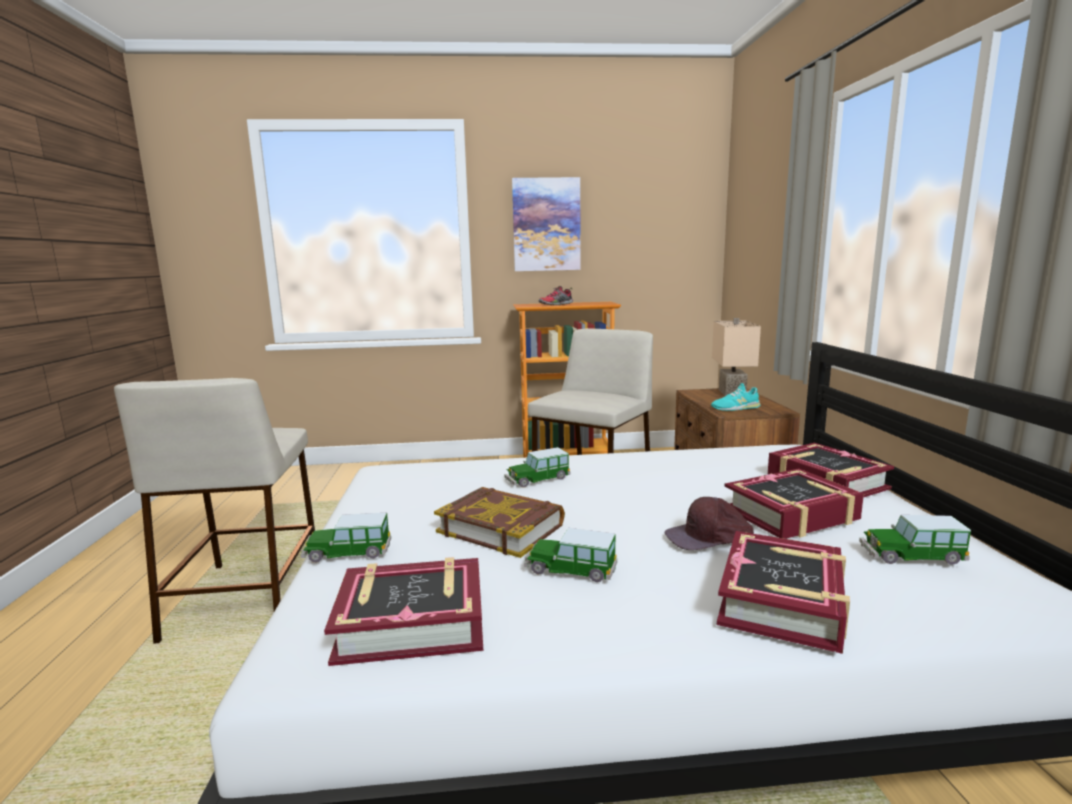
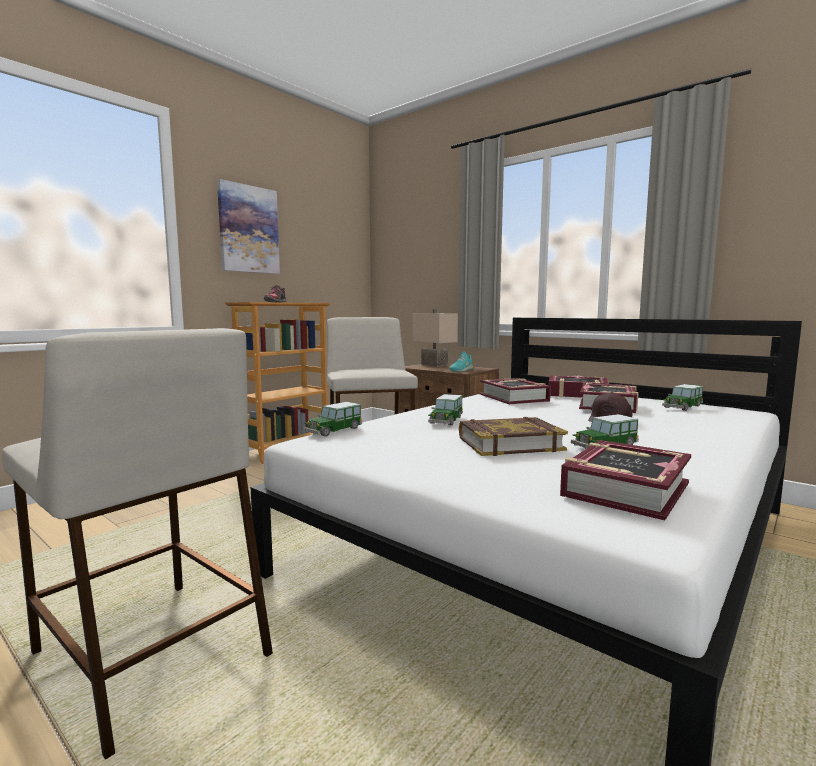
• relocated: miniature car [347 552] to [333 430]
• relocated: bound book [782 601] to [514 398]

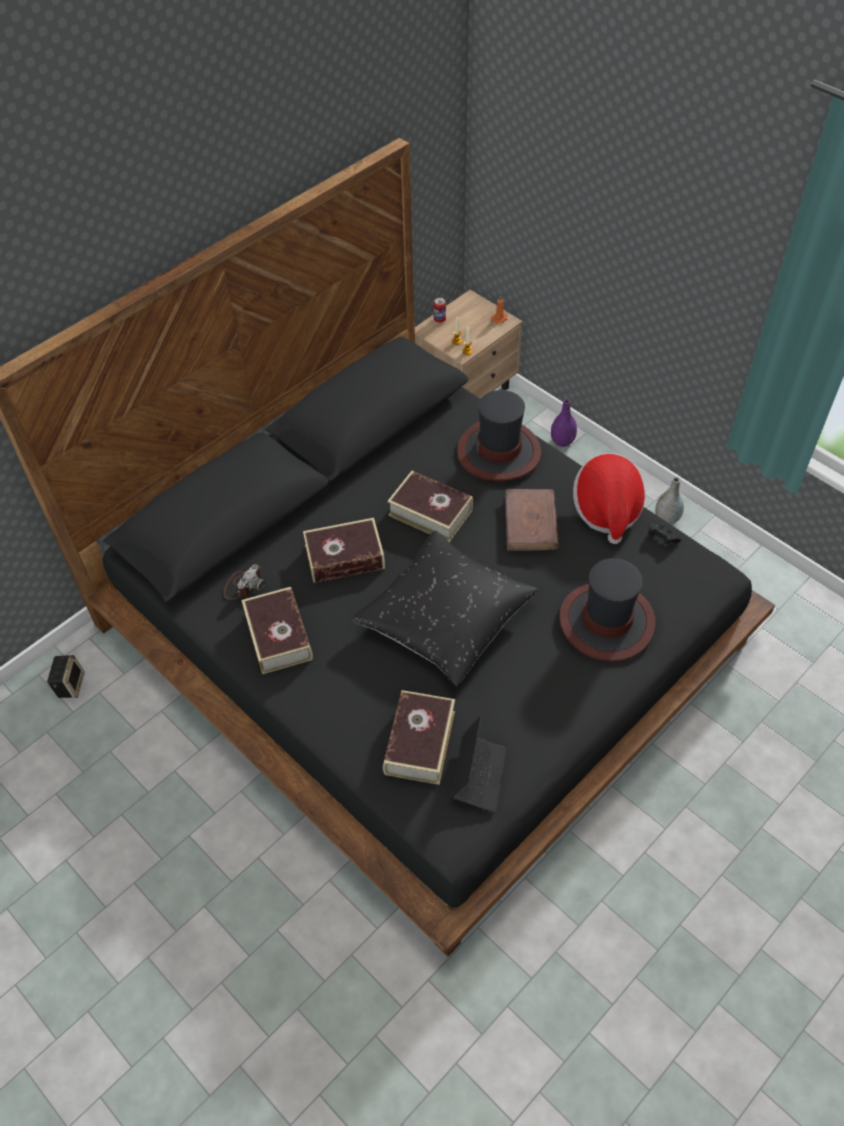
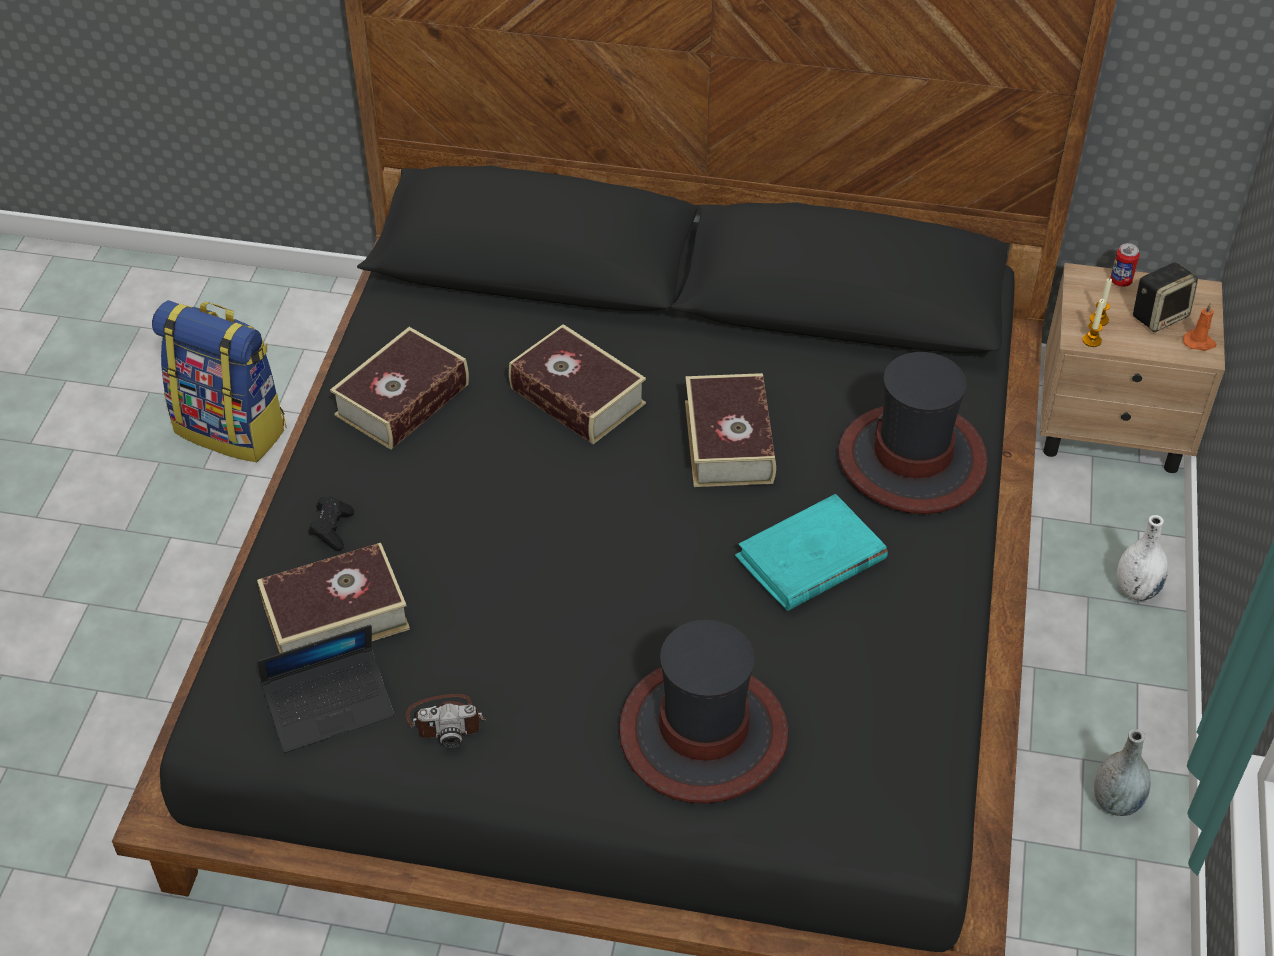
• relocated: loudspeaker [70 684] to [1159 315]
• relocated: still camera [243 585] to [446 720]
• missing: throw pillow (black-coloured) [445 618]
• colour: bound book (brown) [530 523] to bound book (turquoise) [810 558]
• colour: flower vase (purple-coloured) [562 441] to flower vase (whitish) [1136 590]
• missing: hat [606 510]
• relocated: joypad (black-coloured) [662 538] to [332 530]
• appeared: backpack [233 428]

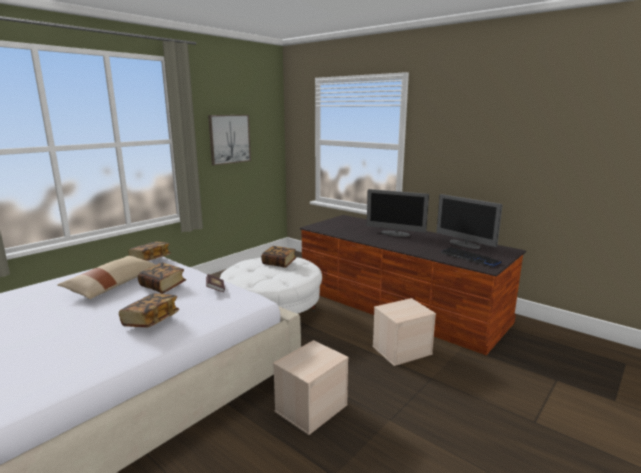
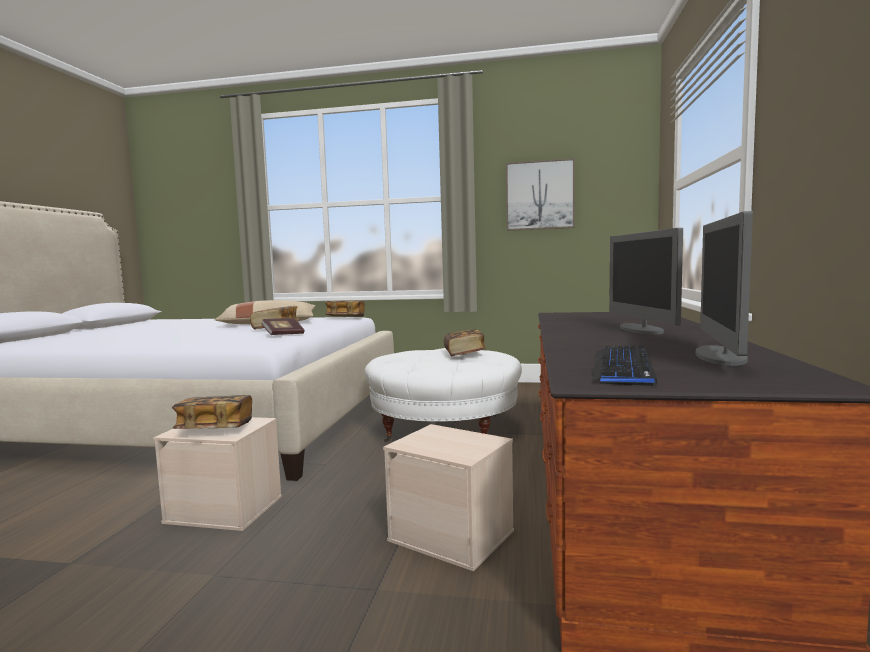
• relocated: bound book [151 321] to [215 428]

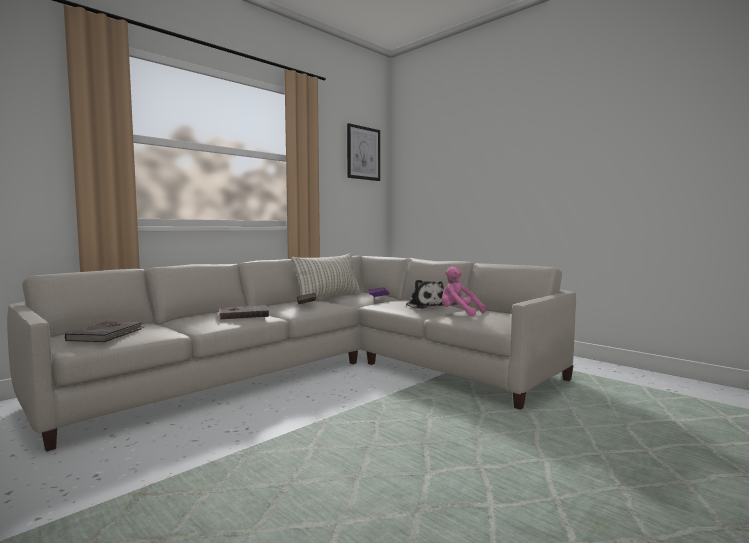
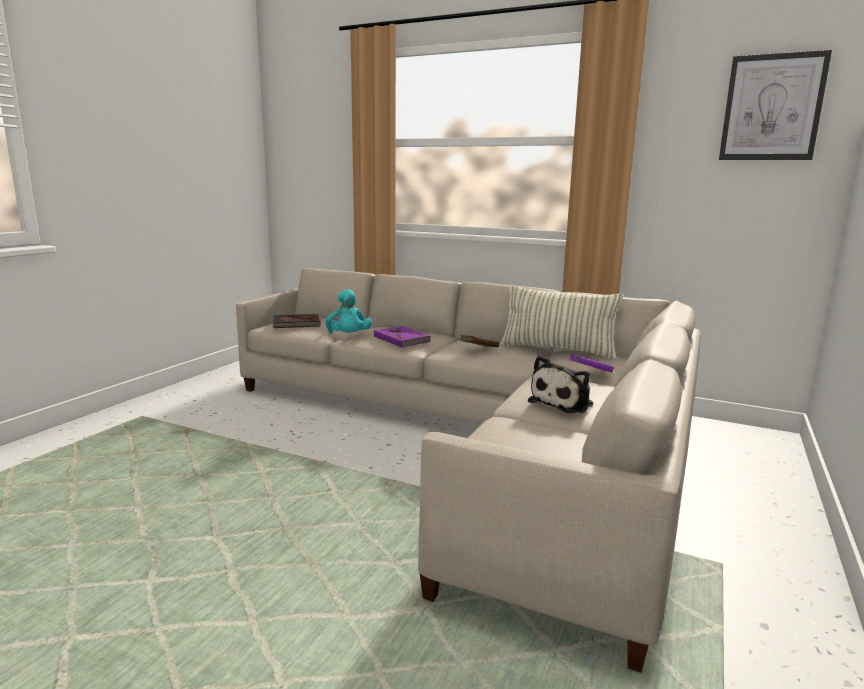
• colour: bound book (brown) [243 314] to bound book (purple-coloured) [402 339]
• missing: cuddly toy (pink) [459 313]
• appeared: cuddly toy (turquoise) [348 337]

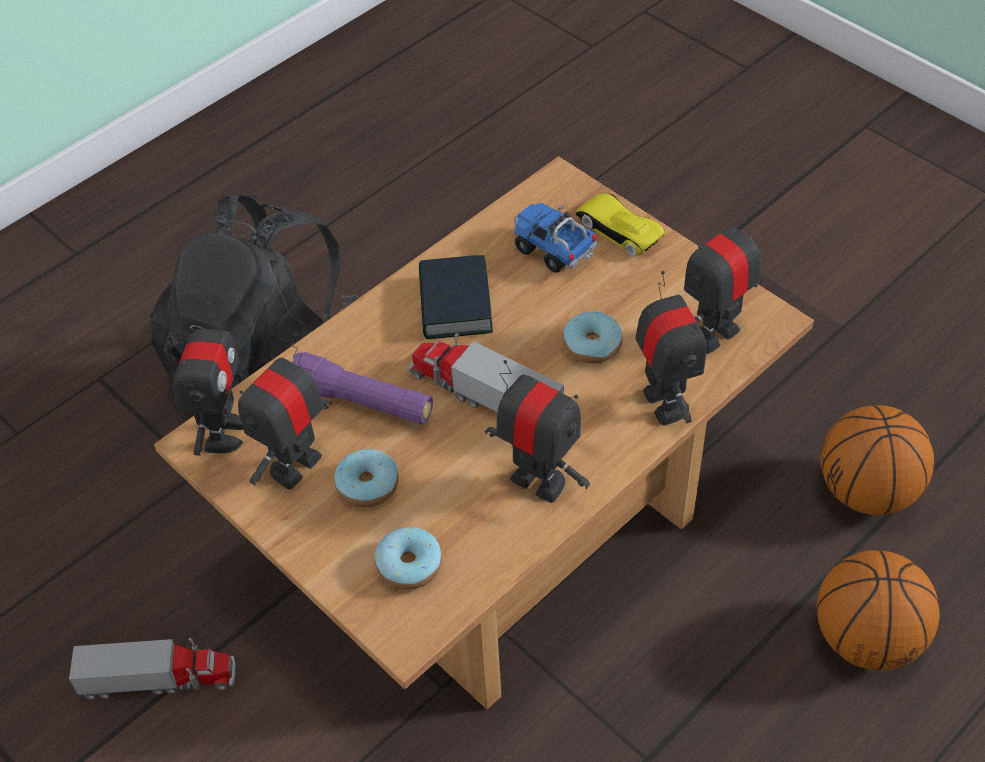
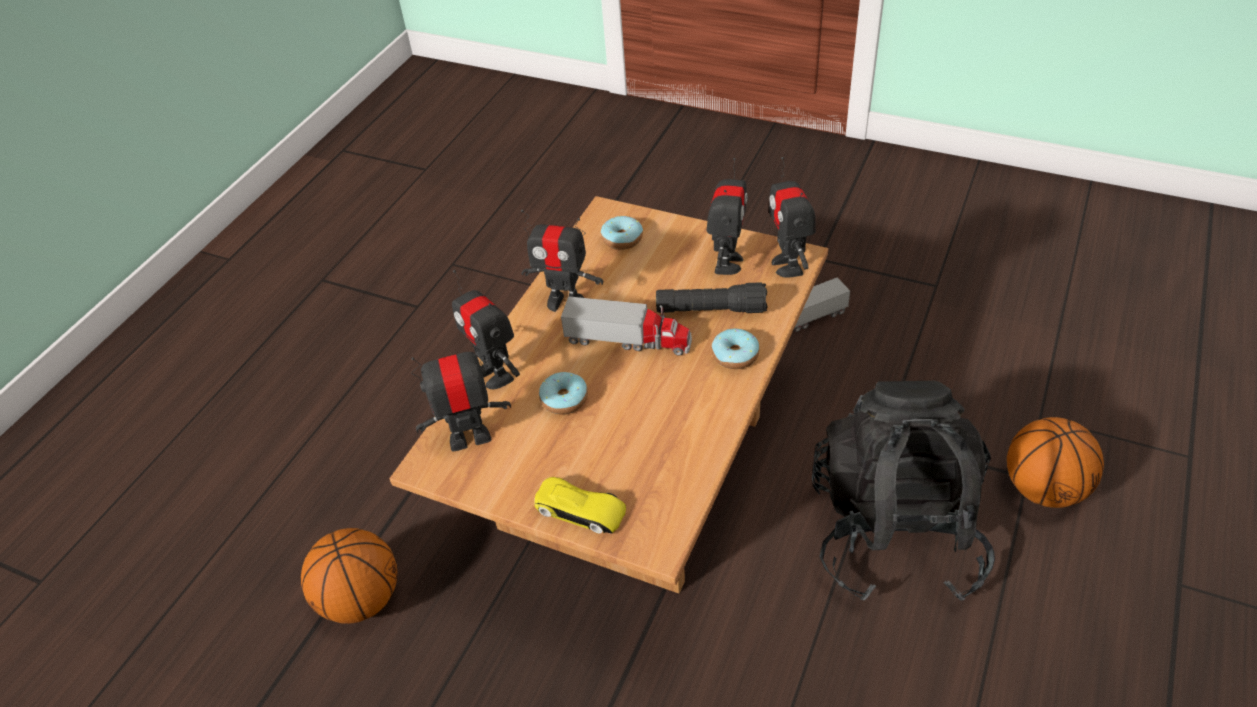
• colour: hand torch (purple-coloured) [362 402] to hand torch (black-coloured) [711 310]
• relocated: ring doughnut [368 485] to [735 355]
• missing: bound book [455 304]
• missing: toy lorry [553 250]
• spun: model robot [714 334] = [469 438] 135 degrees counterclockwise
• relocated: basketball ball [867 638] to [1043 489]

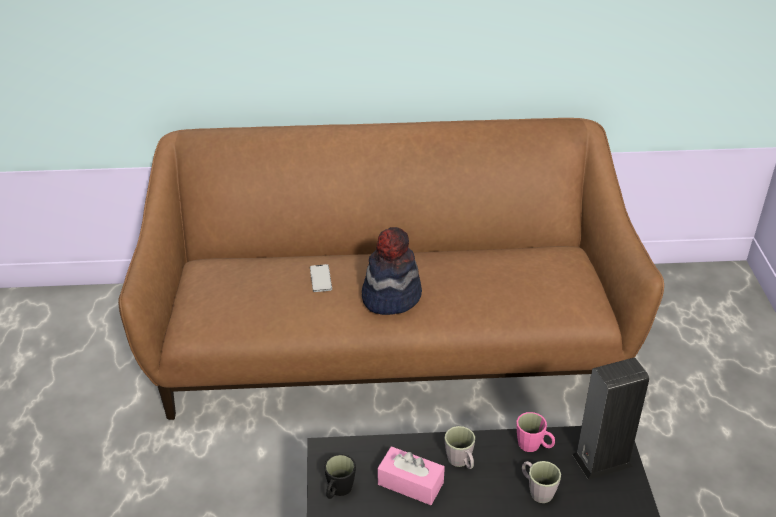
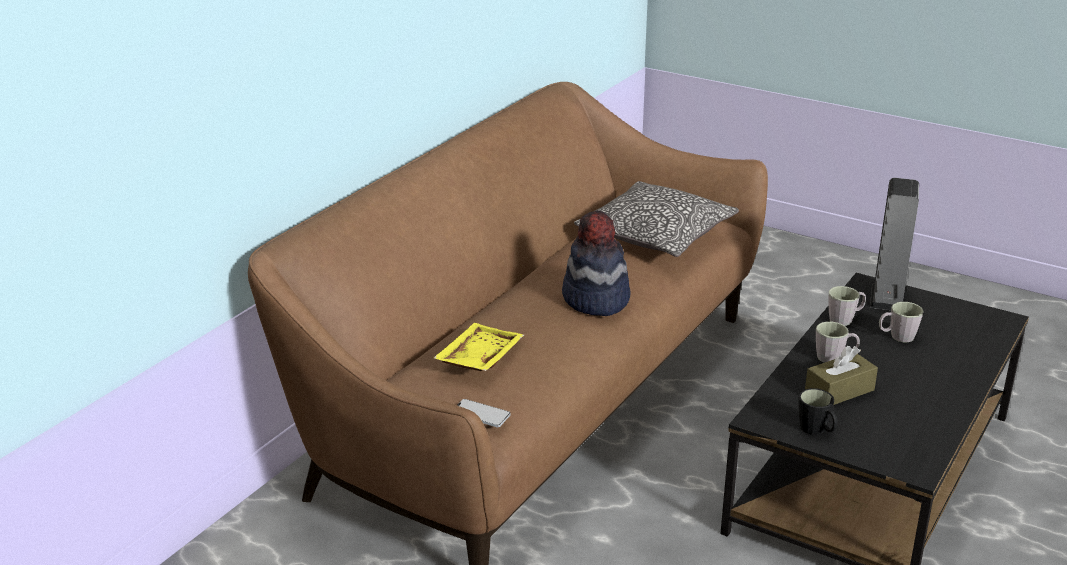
• relocated: handset [320 279] to [480 414]
• colour: box of tissues (pink) [410 483] to box of tissues (brown) [839 391]
• colour: tea mug (pink) [534 446] to tea mug (greyish) [845 319]
• appeared: serving tray (yellow-coloured) [478 358]
• appeared: throw pillow [656 235]

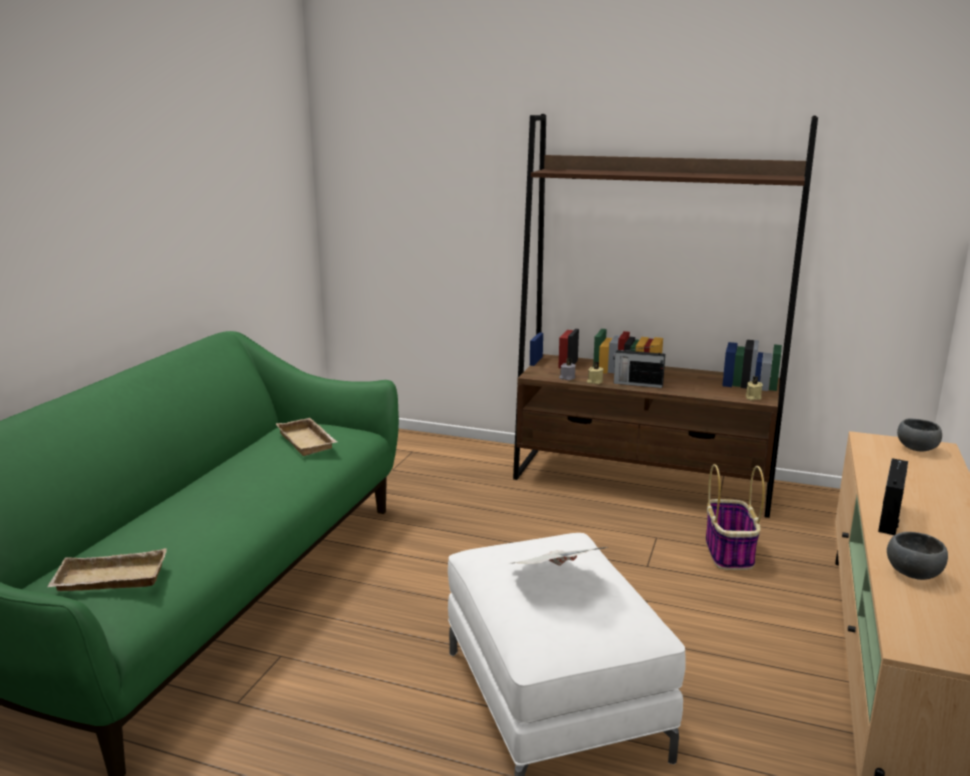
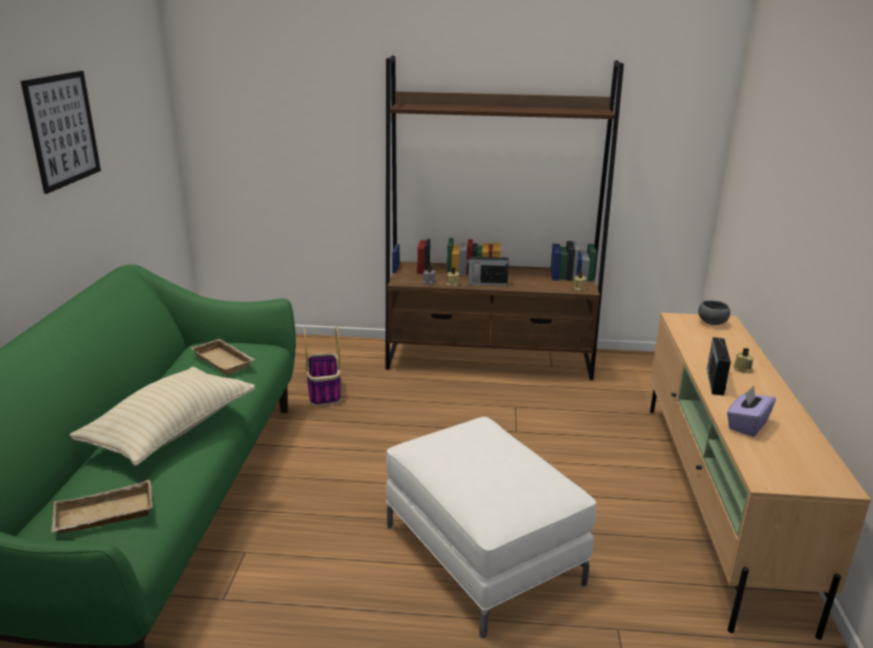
• missing: printed paper [556 579]
• relocated: household basket [729 553] to [324 393]
• exchanged: bowl (greyish) [913 574] to box of tissues (purple-coloured) [747 425]
• appeared: picture [63 130]
• appeared: throw pillow (beige-coloured) [171 430]
• appeared: wax candle (beige-coloured) [742 369]

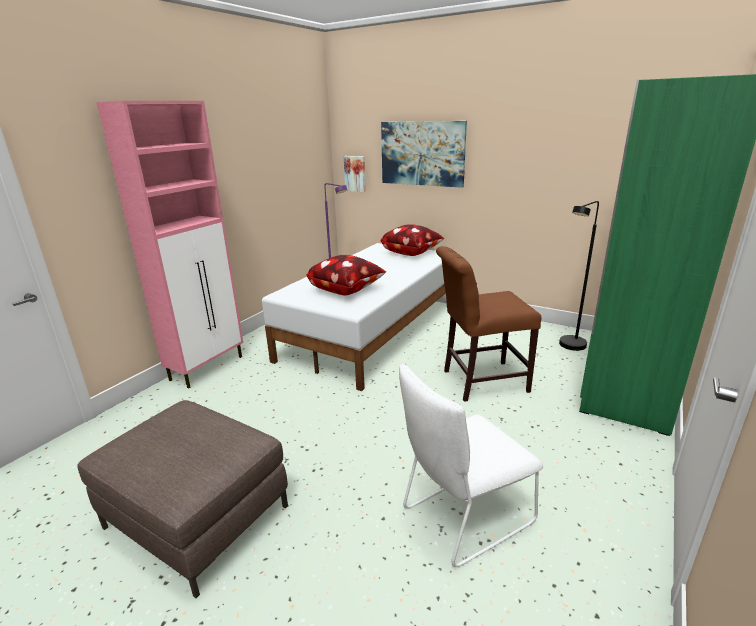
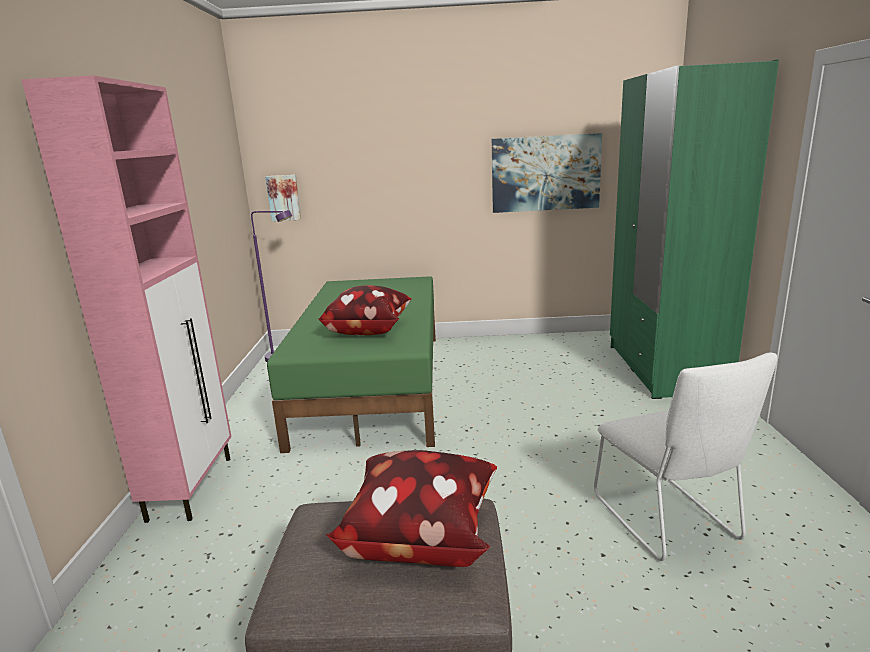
• colour: bed (whitish) [373 331] to bed (green) [375 384]
• relocated: throw pillow [411 253] to [420 536]
• relocated: picture [422 153] to [545 173]
• spun: upright chair (whitish) [463 518] = [668 521] 45 degrees counterclockwise
• missing: upright chair (brown) [480 381]
• missing: standard lamp (black-coloured) [569 347]

